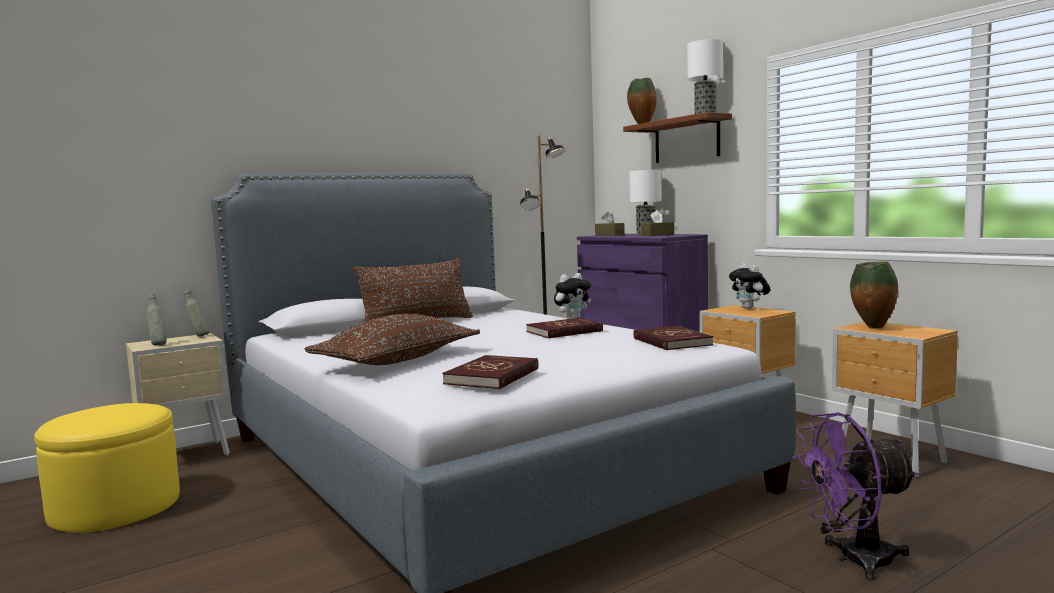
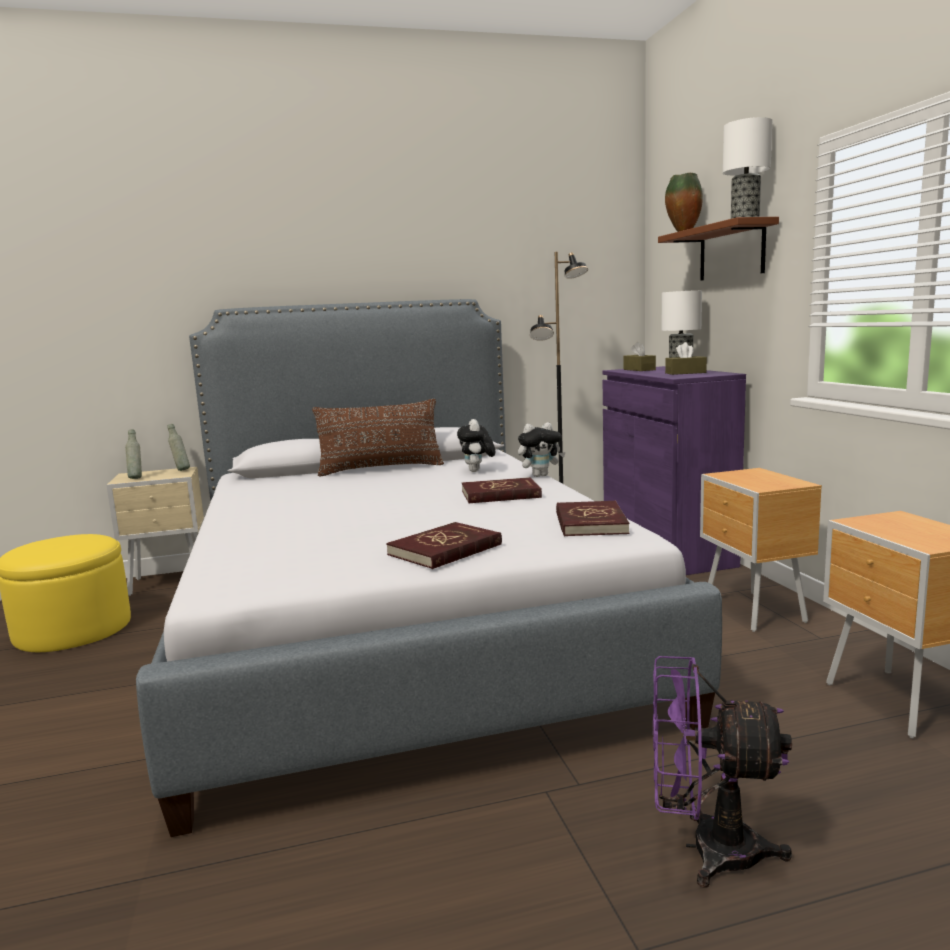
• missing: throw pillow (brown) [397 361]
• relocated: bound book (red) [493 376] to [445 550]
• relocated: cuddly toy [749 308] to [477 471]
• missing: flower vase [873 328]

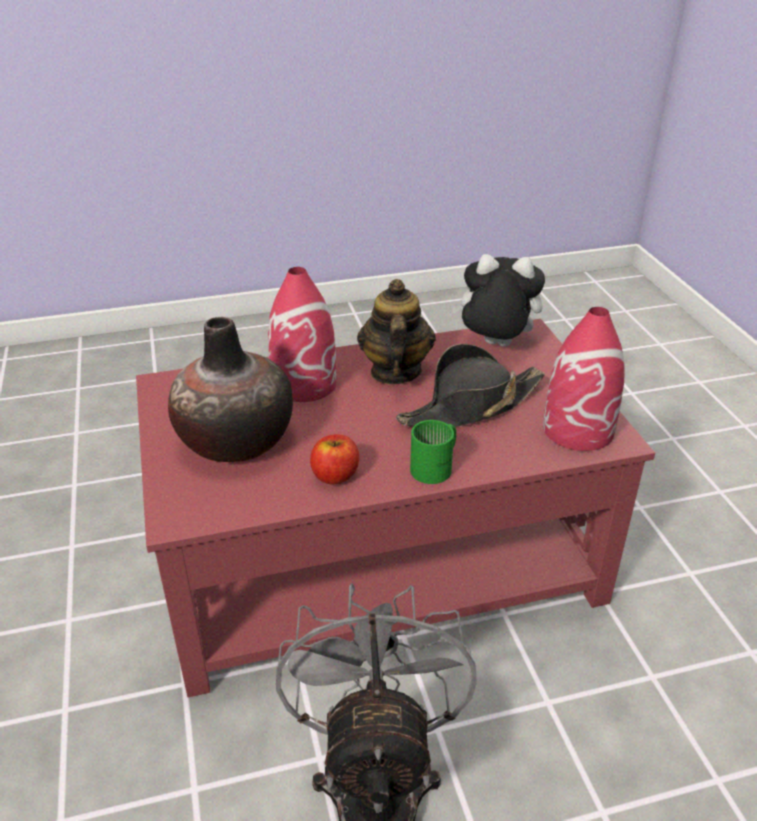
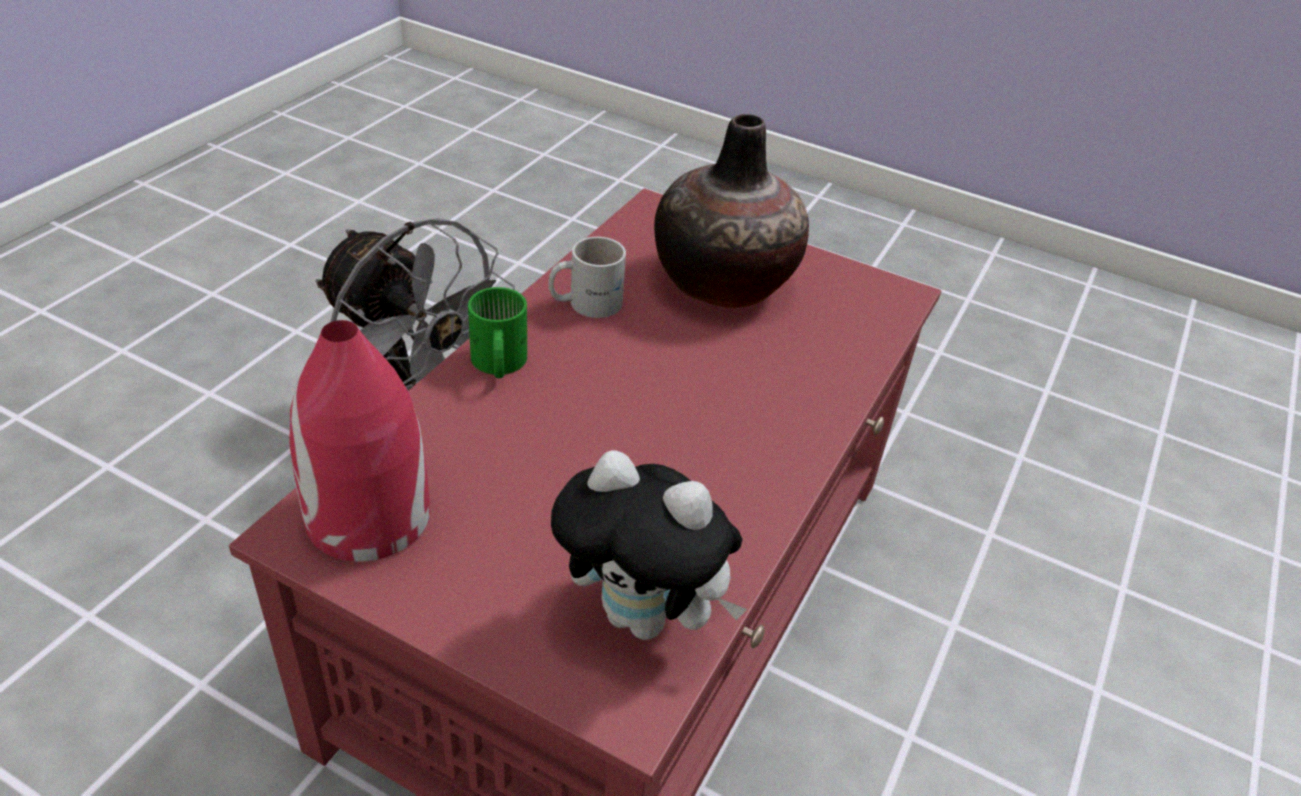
• missing: flower vase (red) [304 384]
• exchanged: whole apple [335 475] to tea mug (whitish) [585 302]
• missing: tea pot [395 372]
• missing: hat (black-coloured) [471 406]
• spun: cuddly toy [494 346] = [645 617] 60 degrees clockwise

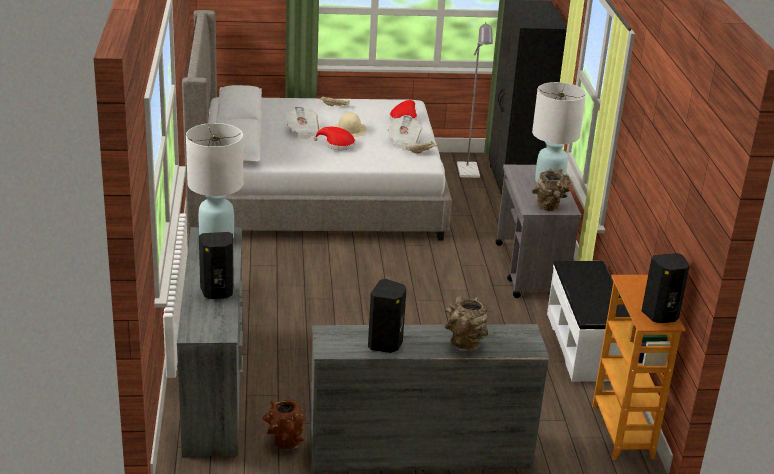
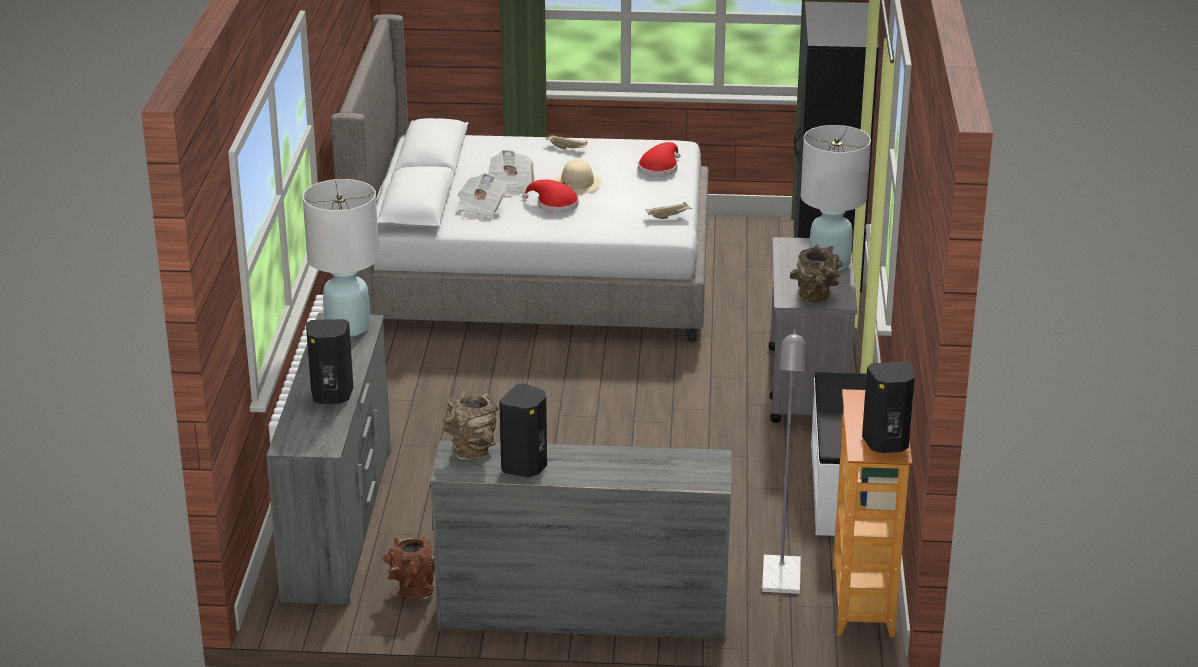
• relocated: printed paper [403 141] to [480 210]
• relocated: flower vase (brown) [464 343] to [472 451]
• relocated: standard lamp (greyish) [469 173] to [781 583]

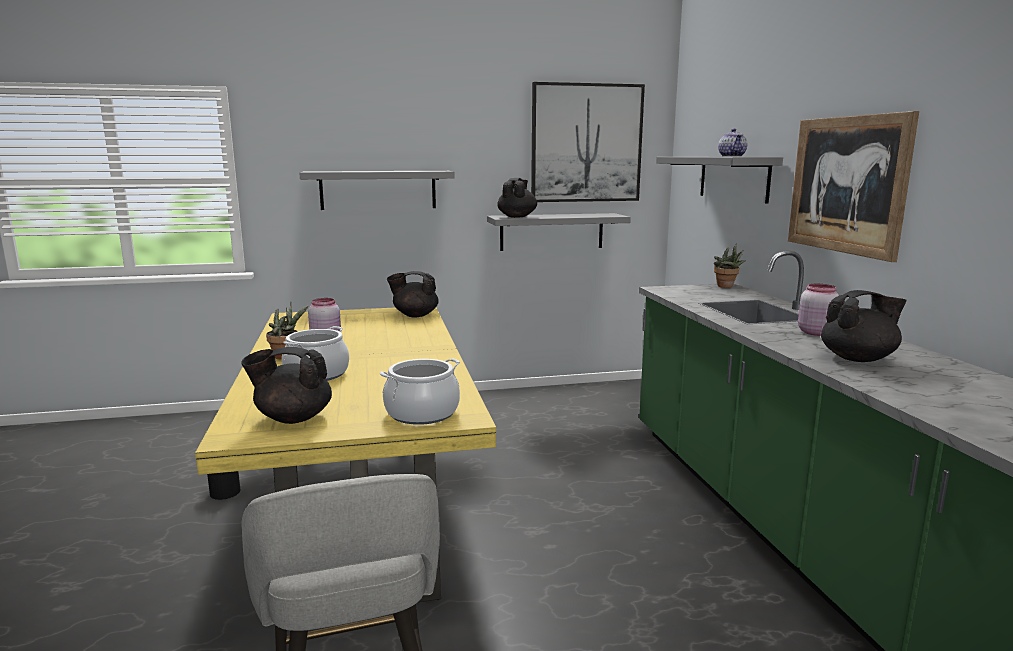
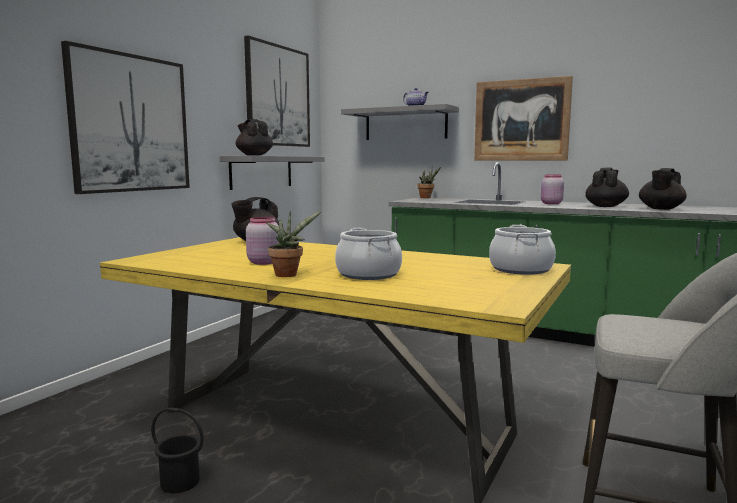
• relocated: tea pot (black-coloured) [293 418] to [660 209]
• exchanged: shelf (greyish) [378 190] to picture [131 123]

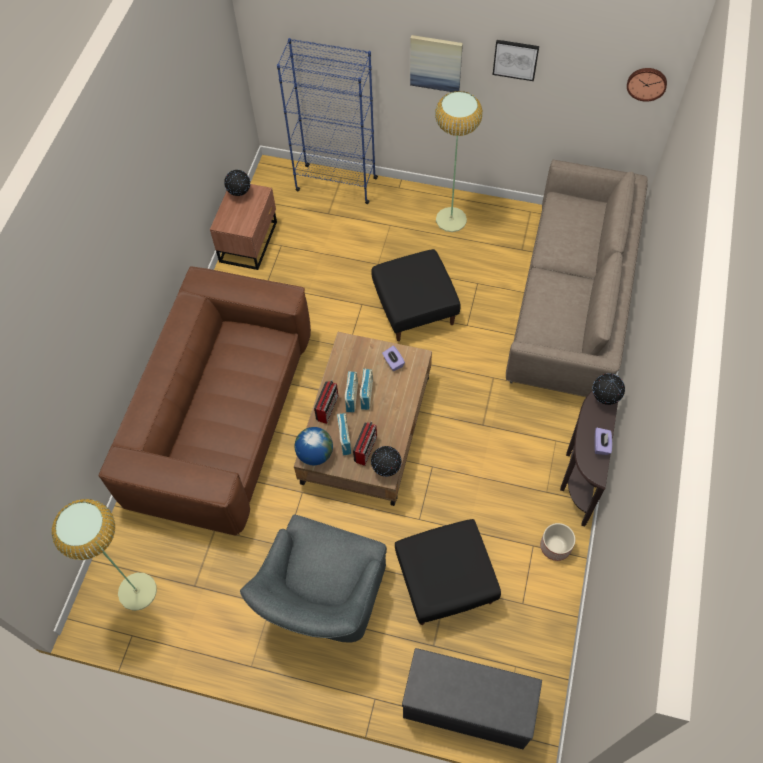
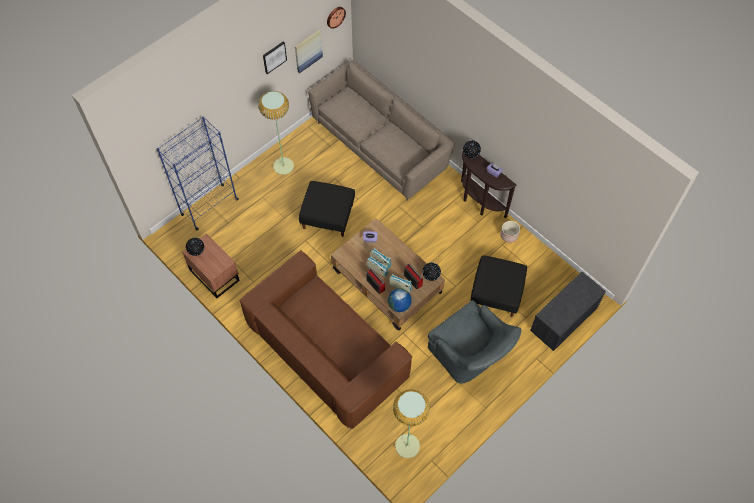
• relocated: picture [436 63] to [308 51]

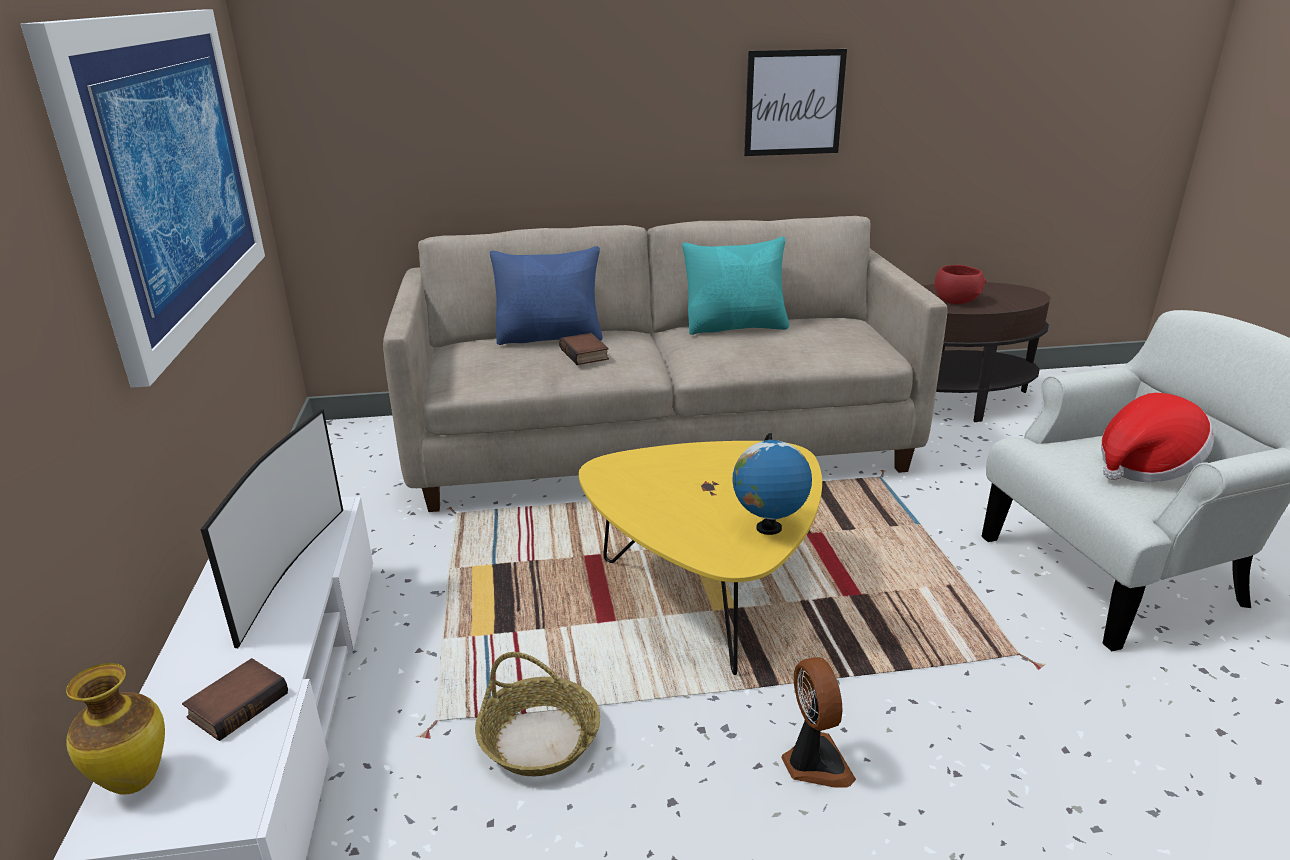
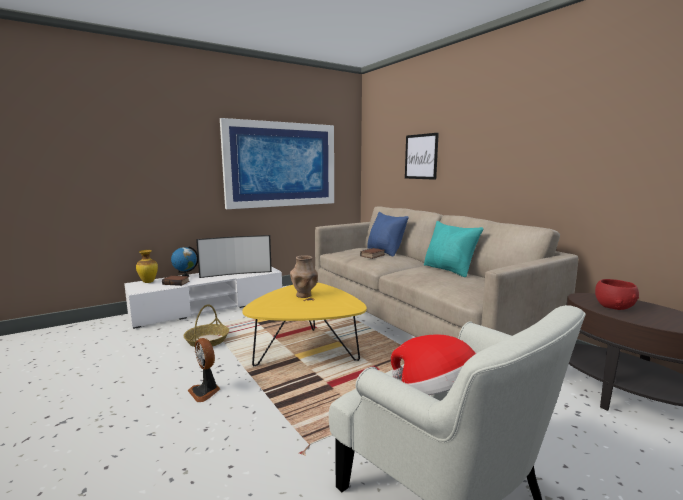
• relocated: globe [768 528] to [185 276]
• relocated: picture [794 103] to [421 156]
• spun: fan [814 763] = [205 391] 90 degrees clockwise
• appeared: flower vase (brown) [304 295]

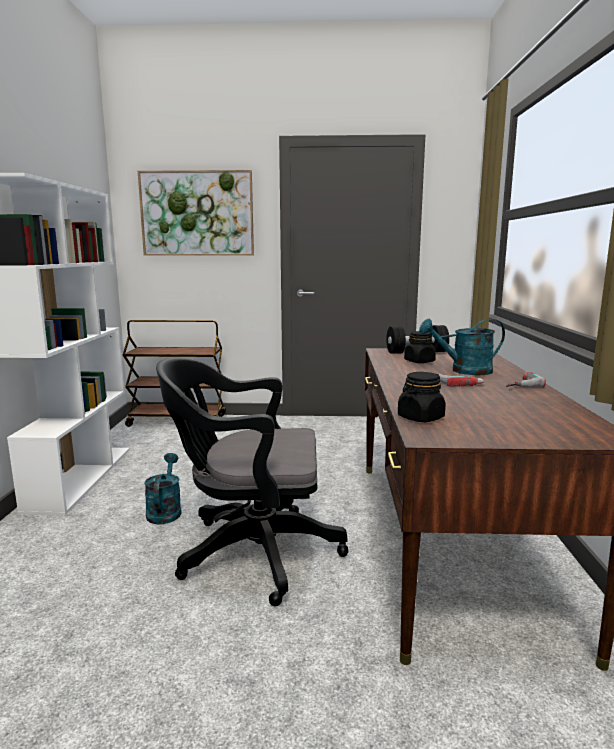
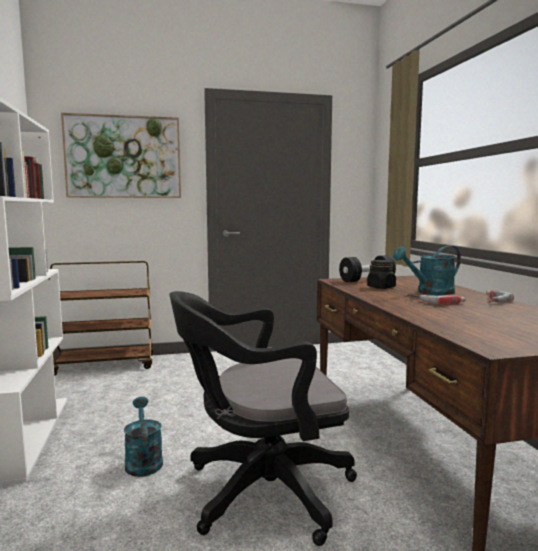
• missing: storage jar (black-coloured) [420 418]

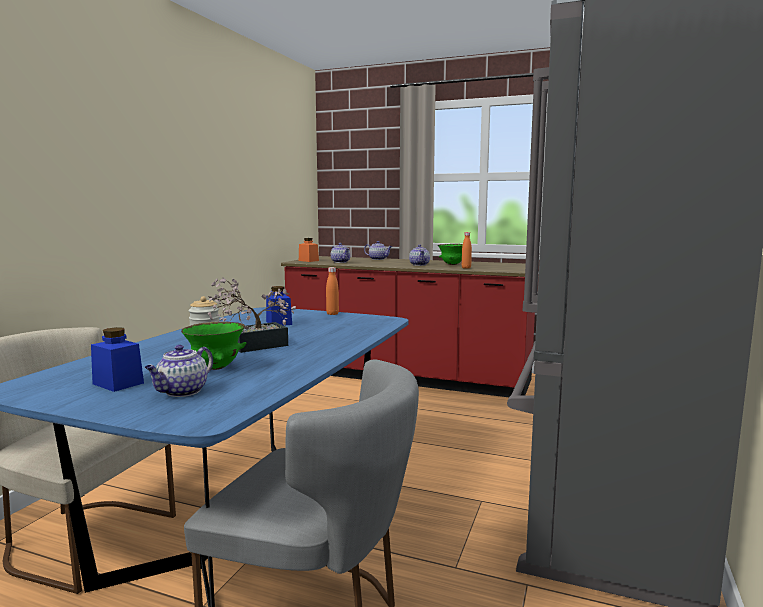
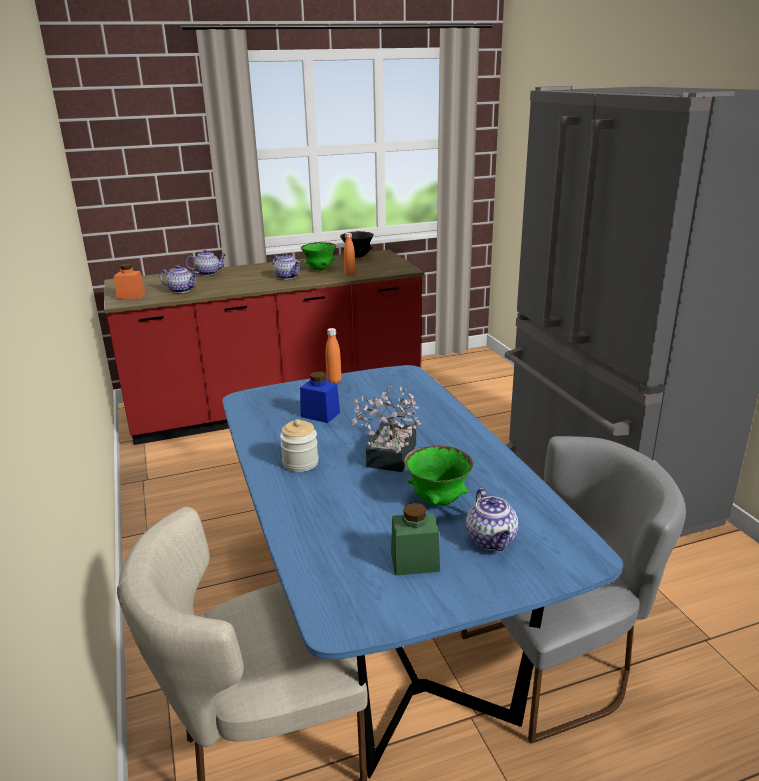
• colour: storage jar (bluish) [118 383] to storage jar (green) [415 562]
• appeared: bowl (black-coloured) [357 257]

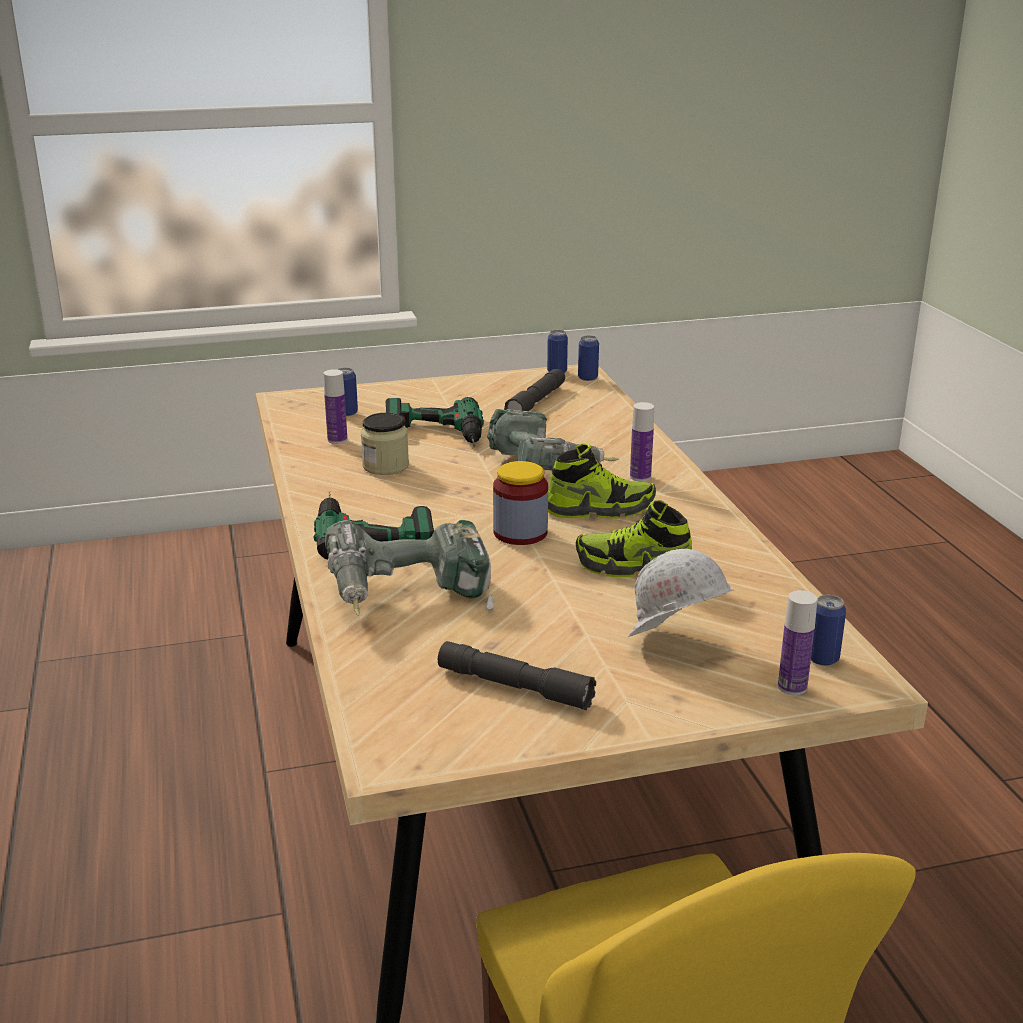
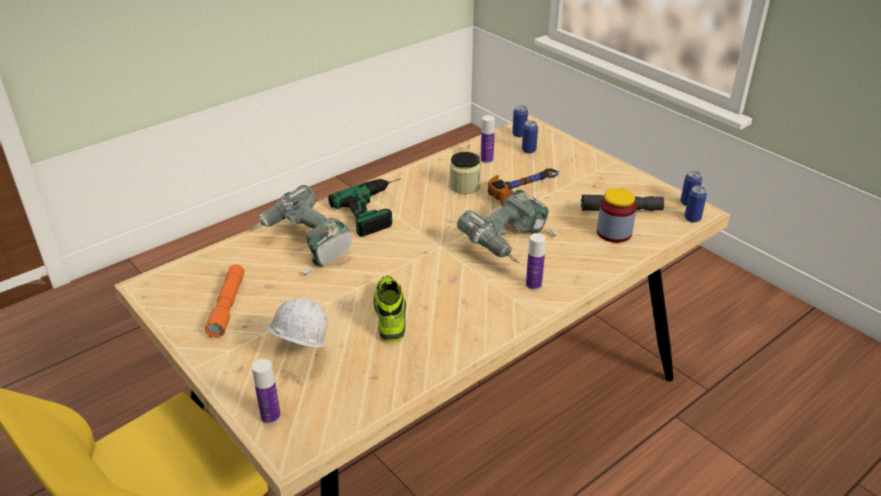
• exchanged: electric drill [435 436] to hammer [523 189]
• colour: hand torch (greyish) [514 687] to hand torch (orange) [227 306]
• relocated: storage jar [520 533] to [614 233]
• missing: shoe [599 509]
• relocated: sealed can [823 658] to [519 134]

